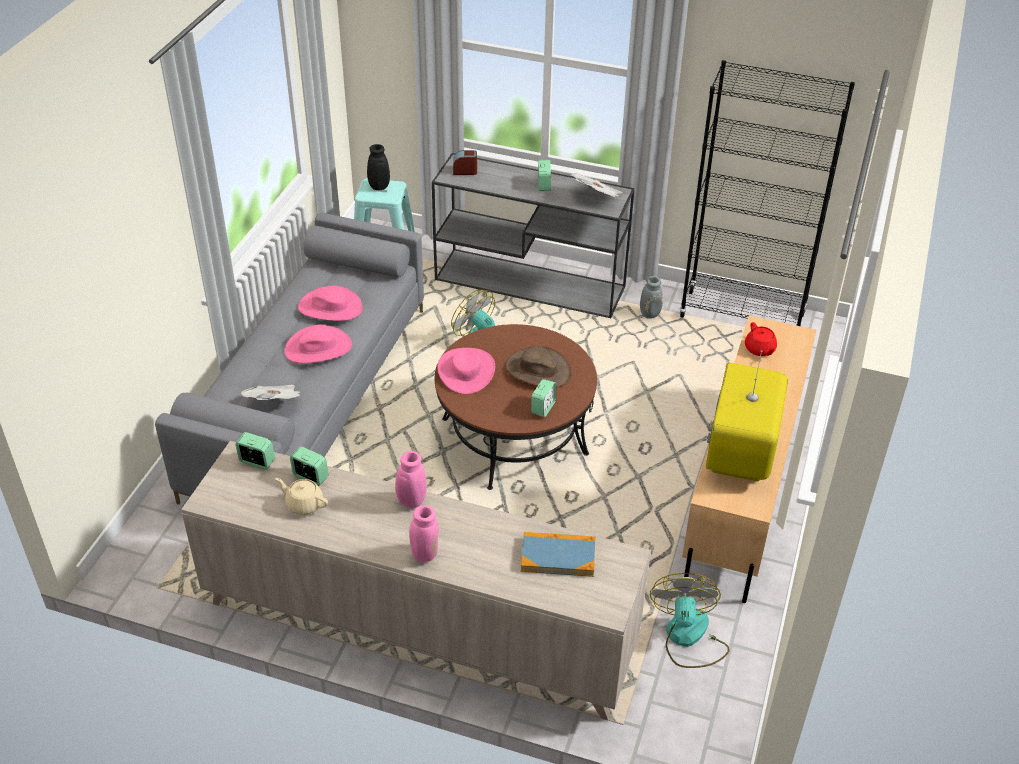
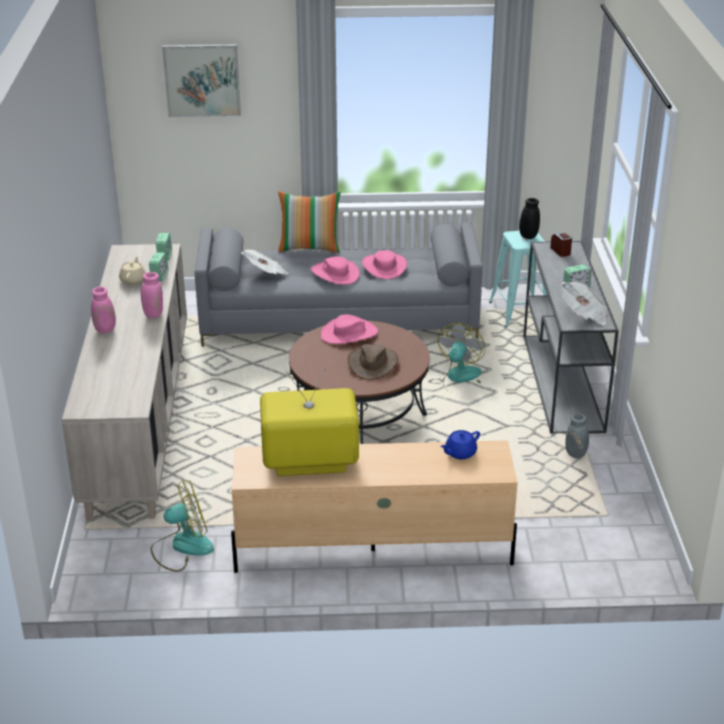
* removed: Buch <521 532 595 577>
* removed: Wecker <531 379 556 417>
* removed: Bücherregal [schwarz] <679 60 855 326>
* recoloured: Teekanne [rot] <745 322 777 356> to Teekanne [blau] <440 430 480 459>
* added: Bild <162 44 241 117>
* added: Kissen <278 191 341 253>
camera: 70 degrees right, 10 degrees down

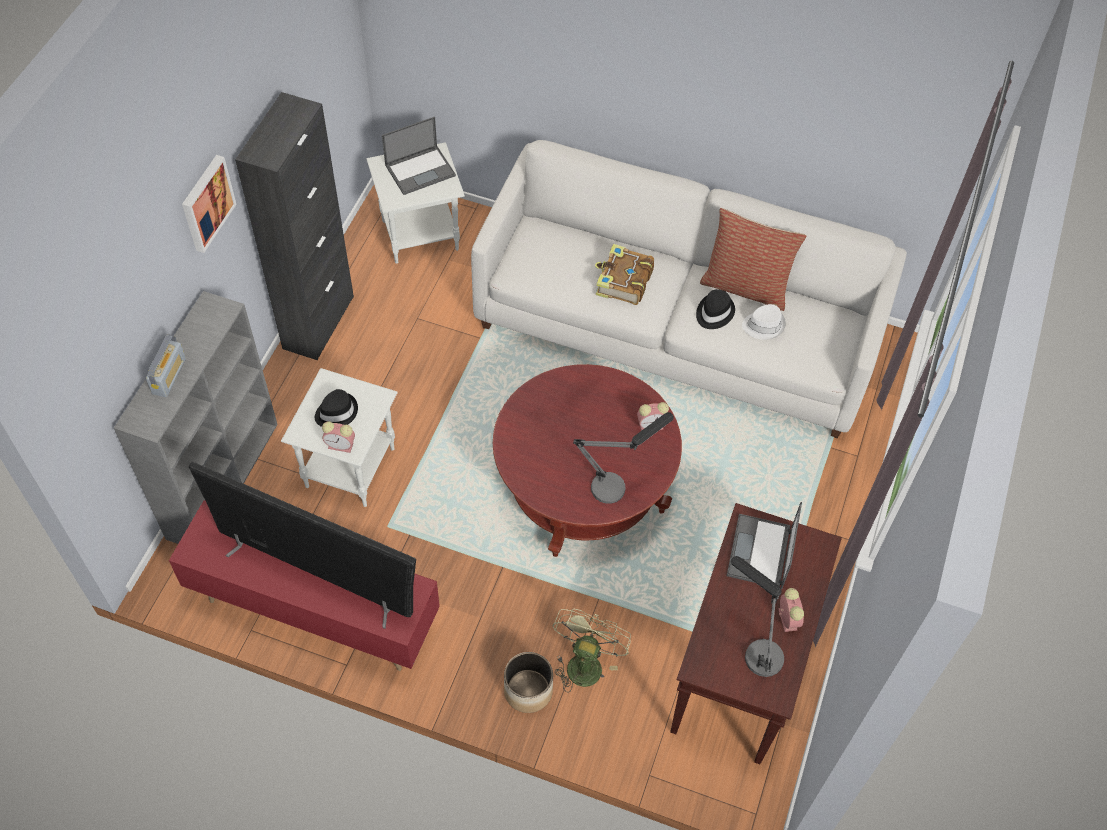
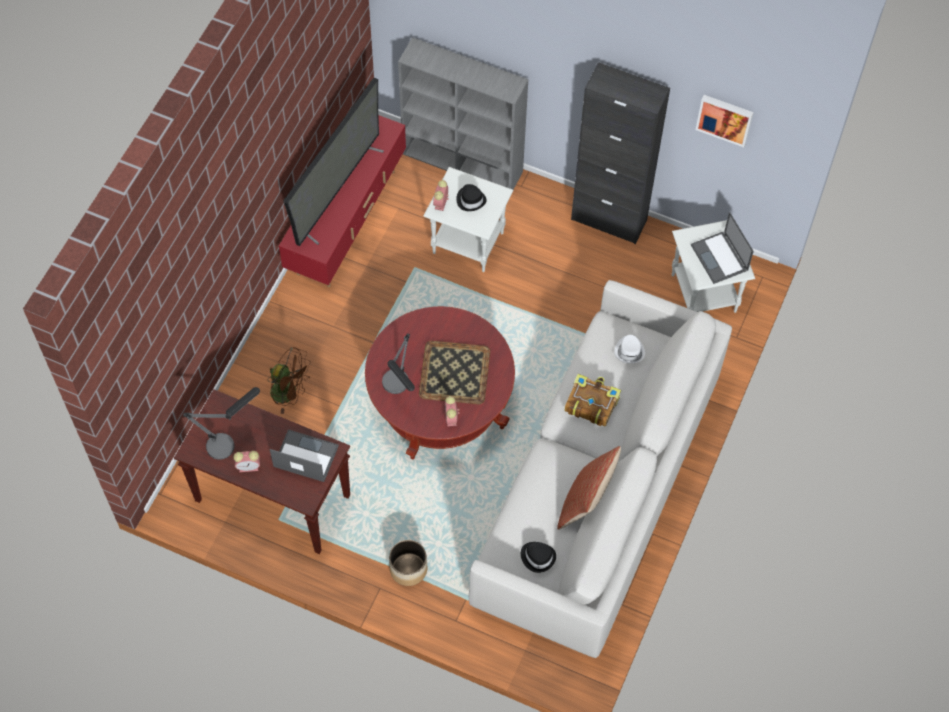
* removed: Radio <146 334 186 397>
* moved: Bild <182 155 237 253> to <696 95 754 147>
* moved: Pflanzkübel <504 652 553 713> to <389 540 427 586>
* recoloured: Ventilator [grün] <553 609 631 693> to Ventilator [braun] <267 347 311 414>
* moved: Hut [schwarz] <696 289 735 329> to <521 542 556 573>
* moved: Hut [weiß] <742 304 786 340> to <614 335 645 364>
* added: Tablett <419 341 490 404>
camera: 95 degrees right, 5 degrees up

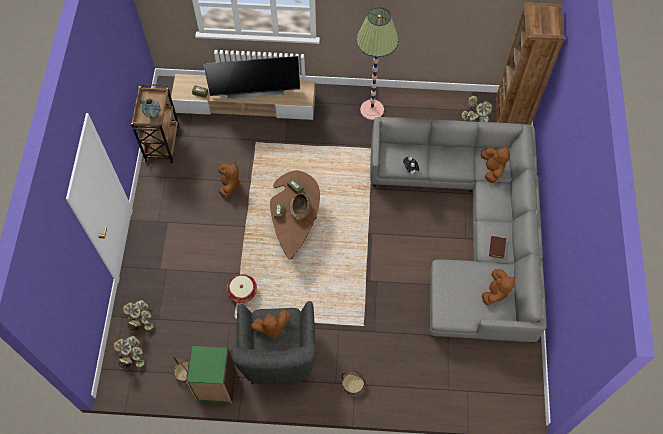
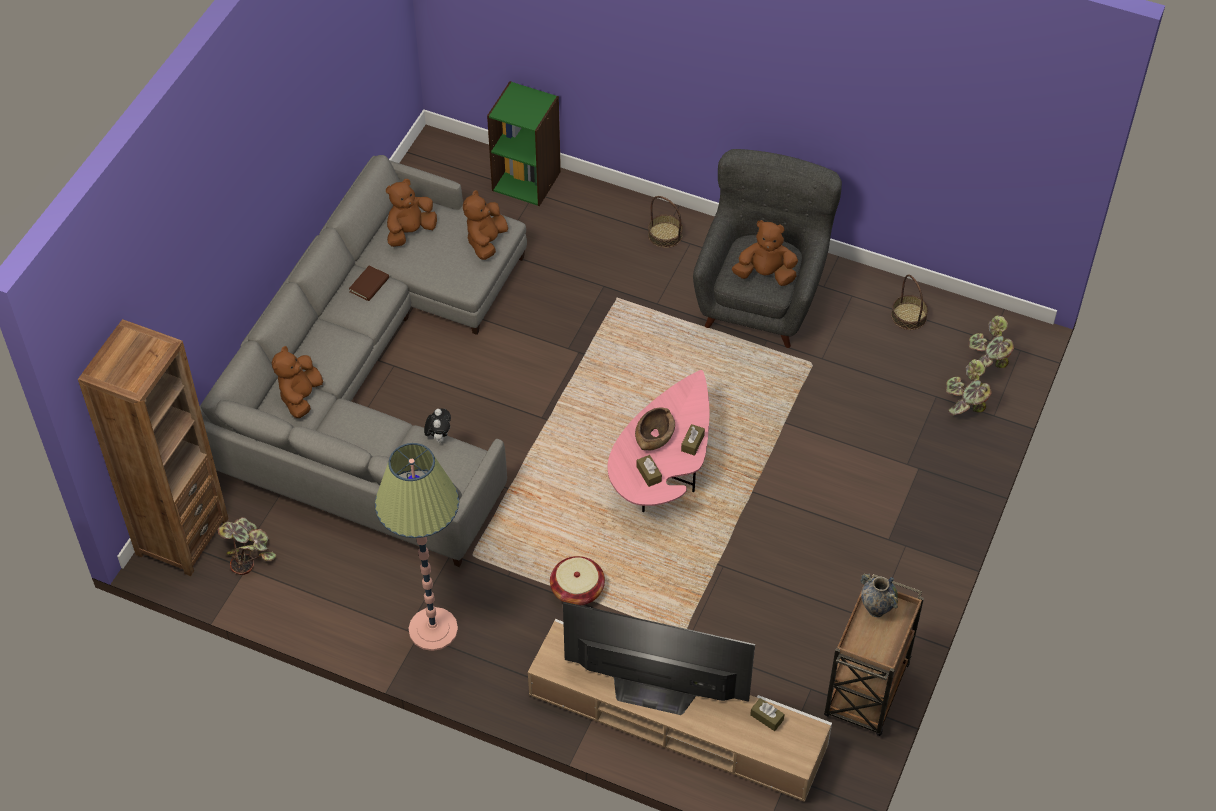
* moved: Bücherregal [grün] <186 346 236 404> to <487 81 561 206>
* moved: Plüschtier [braun] <218 162 240 198> to <463 190 508 260>
* moved: Korb <227 274 257 303> to <550 556 605 605>
* recoloured: Couchtisch [braun] <270 171 320 260> to Couchtisch [rosa] <608 370 709 512>
camera: 160 degrees left, 10 degrees down

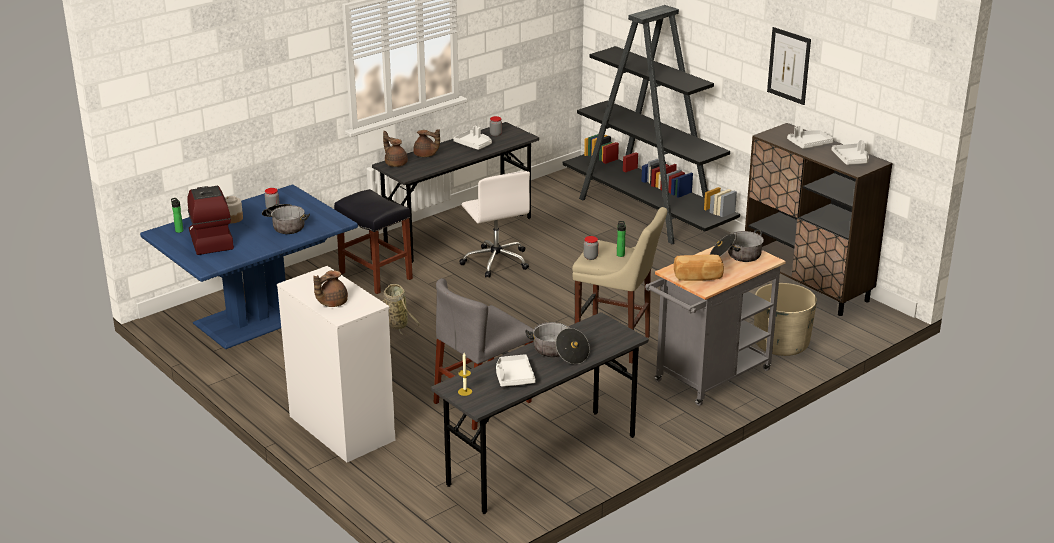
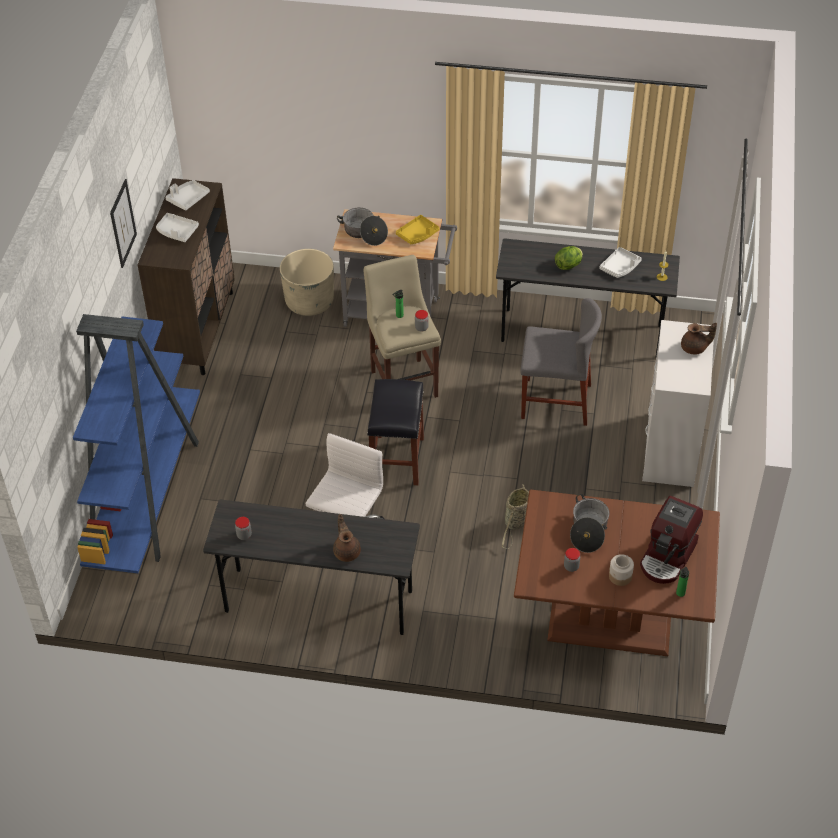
* recoloured: Esstisch [blau] <140 185 358 349> to Esstisch [braun] <514 490 720 656>
* moved: Hocker [schwarz] <334 189 413 294> to <367 379 424 485>
* removed: Teekanne [braun] <383 131 408 167>
* removed: Tablett [weiß] <453 126 492 150>
* replaced: Kochtopf <525 322 590 364> to Salatkopf <555 246 583 270>
* recoloured: Bücherregal [schwarz] <562 5 740 245> to Bücherregal [blau] <73 314 200 573>
* replaced: Brot <674 255 724 281> to Tablett [gelb] <396 215 439 244>
camera: 130 degrees left, 20 degrees up

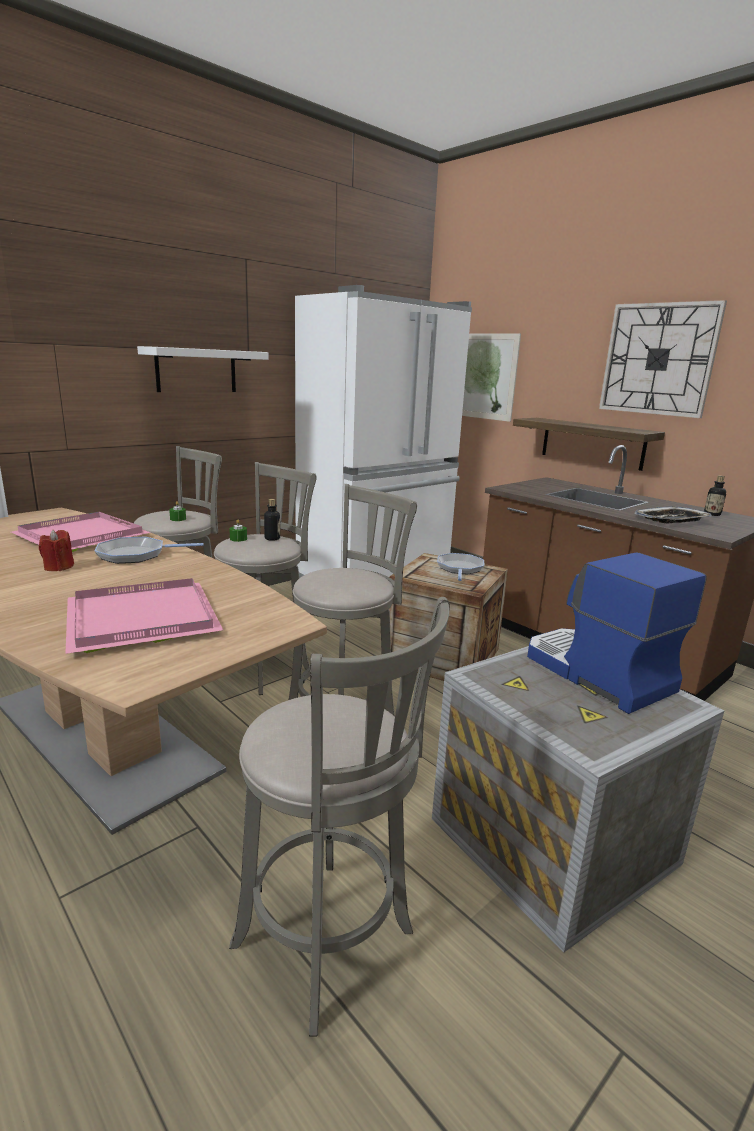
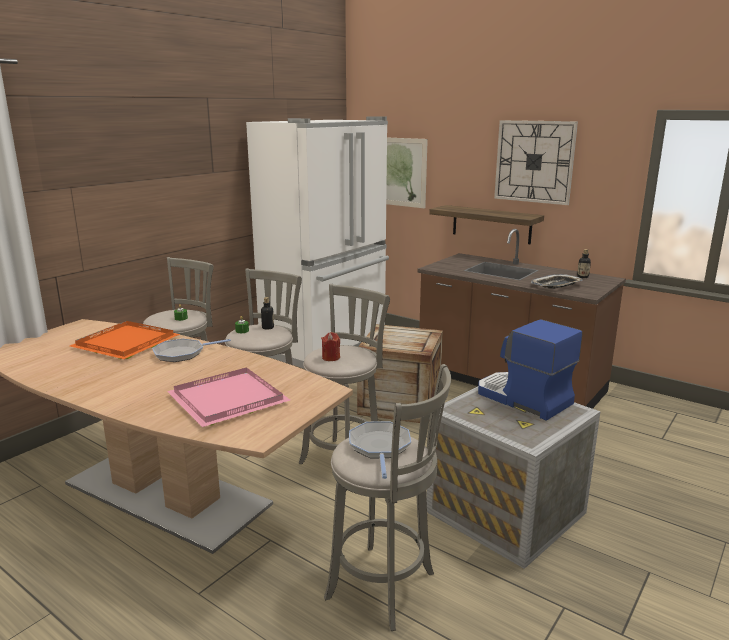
* recoloured: Tablett [rosa] <11 512 151 552> to Tablett [orange] <70 321 180 359>
* moved: Kerze [rot] <39 530 74 571> to <321 332 340 361>
* removed: Wandregal [weiß] <137 346 269 392>
* moved: Pfanne <437 553 484 581> to <349 421 411 479>
camera: 10 degrees left, 0 degrees up

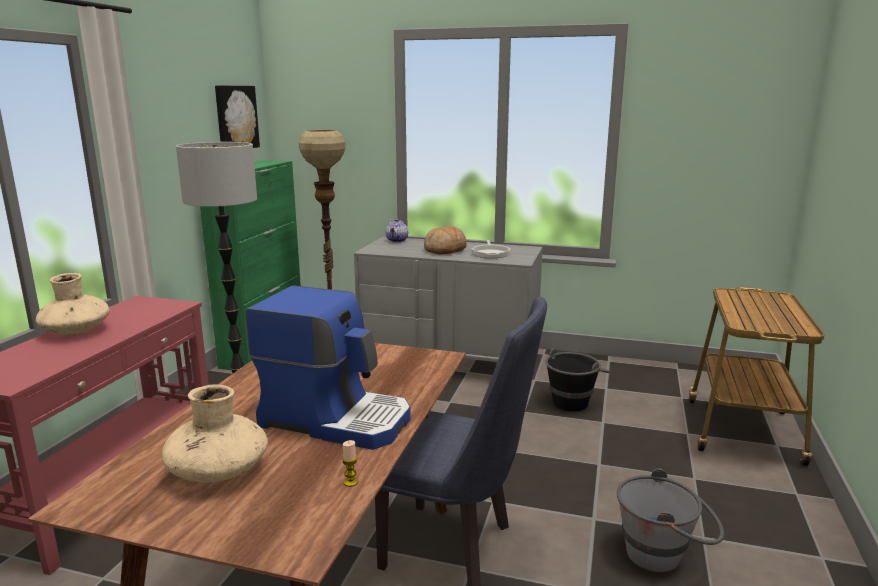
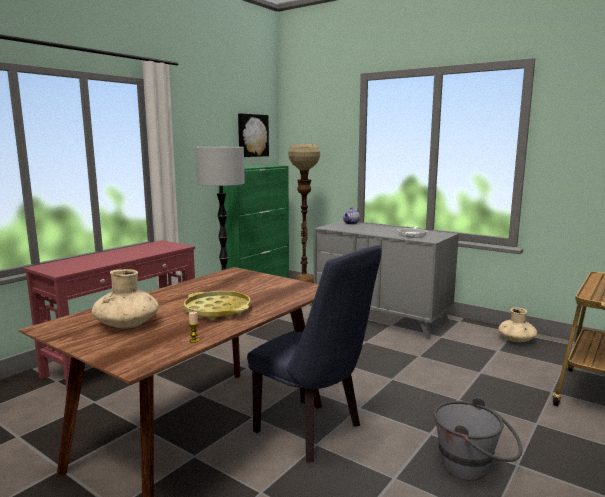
* moved: Vase [beige] <36 273 110 336> to <498 308 537 342>
* replaced: Kaffeemaschine <246 286 411 450> to Tablett [gelb] <184 291 251 320>
* removed: Brot <424 226 467 255>
* removed: Eimer [schwarz] <545 349 610 411>
camera: 20 degrees right, 5 degrees down

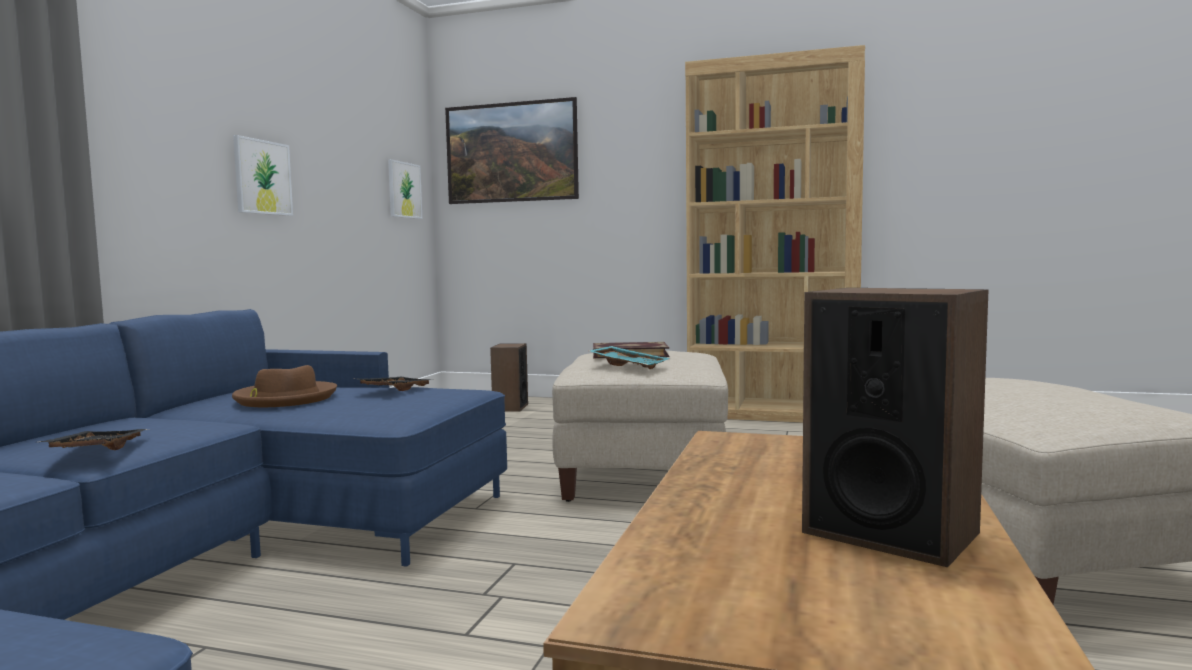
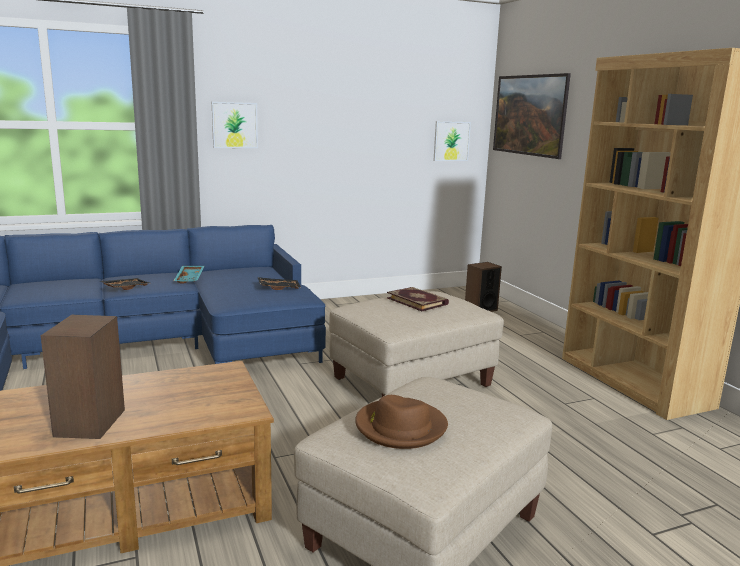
* moved: Hut [braun] <232 365 337 407> to <355 395 448 449>
* moved: Bild <233 135 293 216> to <212 102 258 148>
* moved: Tablett [türkis] <589 346 670 369> to <174 266 204 284>
camera: 50 degrees right, 10 degrees up

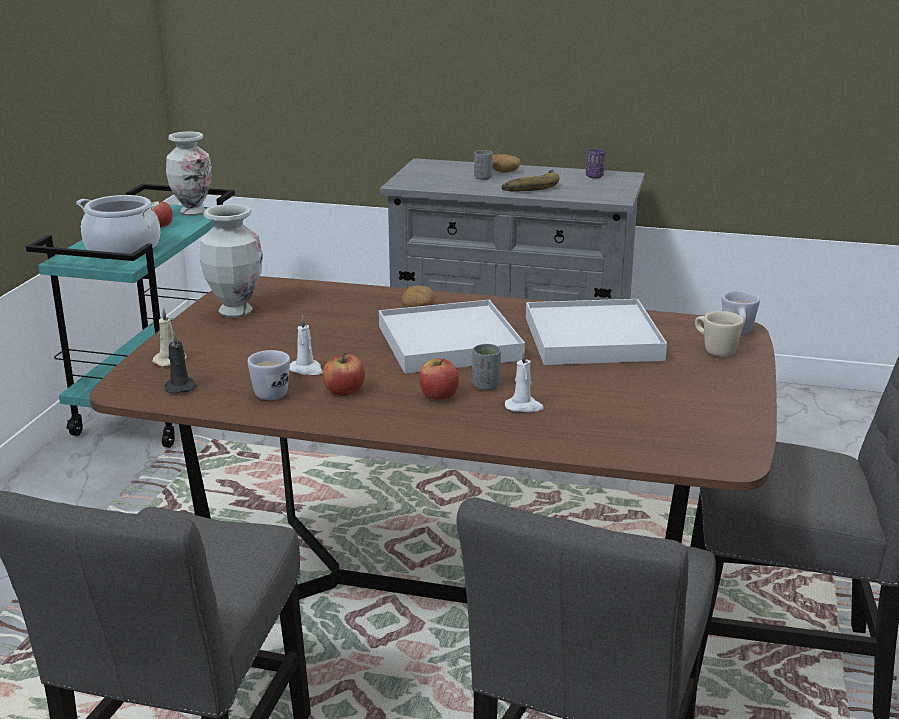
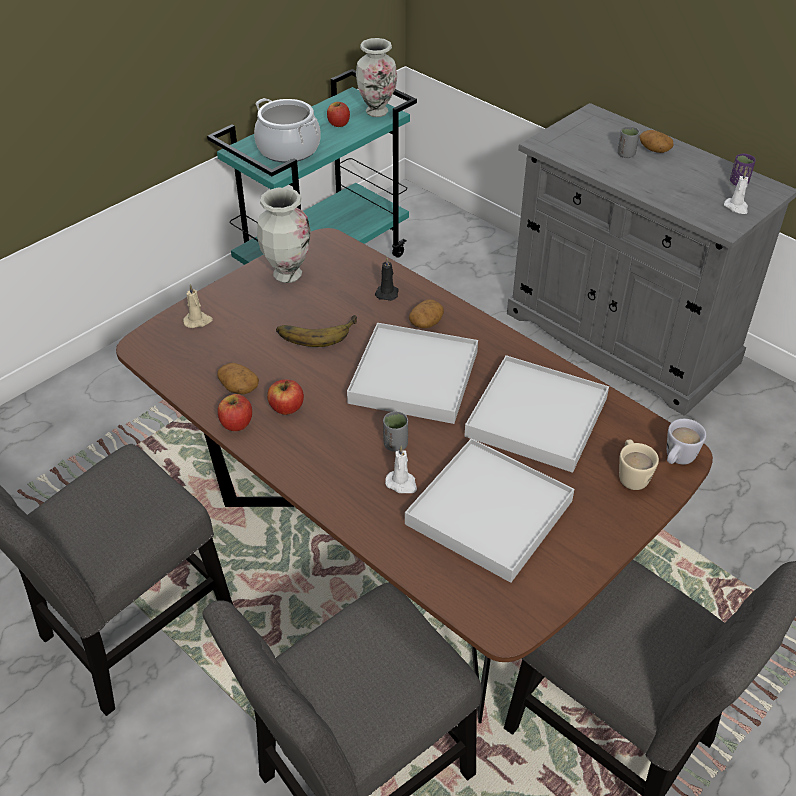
* moved: Kerze [schwarz] <165 332 197 394> to <375 257 399 301>
* replaced: Henkelbecher [weiß] <247 350 290 400> to Kartoffel <217 363 259 394>
* moved: Kerze [weiß] <290 316 323 375> to <724 170 748 214>
* moved: Apfel <419 358 459 400> to <218 394 252 431>
* moved: Banane <502 170 559 192> to <276 315 357 347>
* added: Tablett [weiß] <405 438 574 583>
camera: 30 degrees right, 20 degrees up

